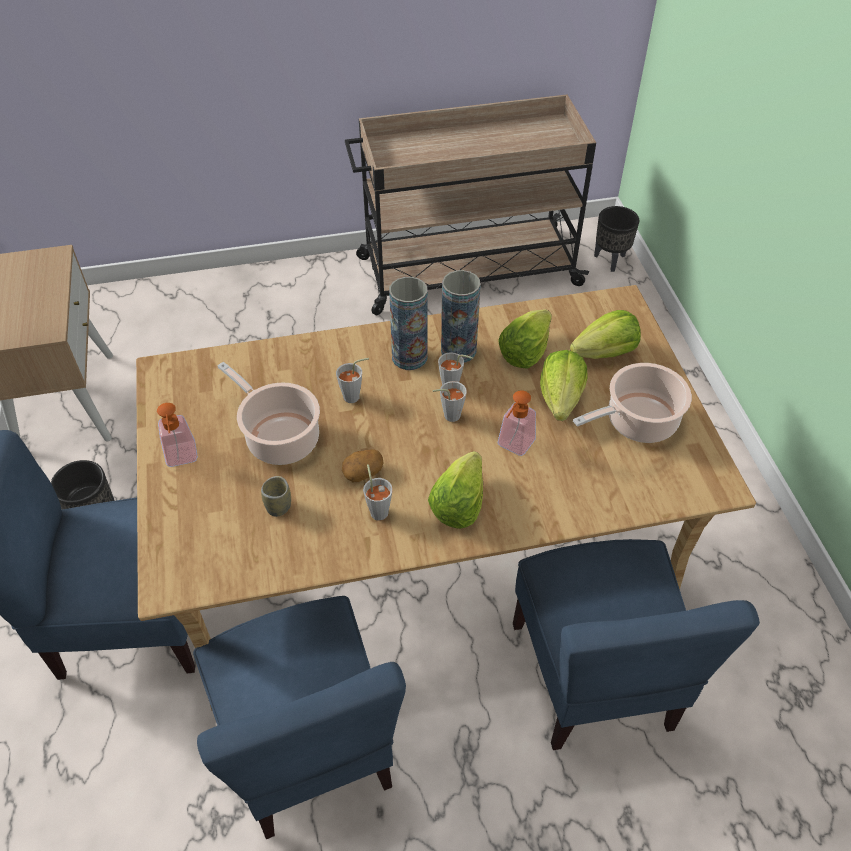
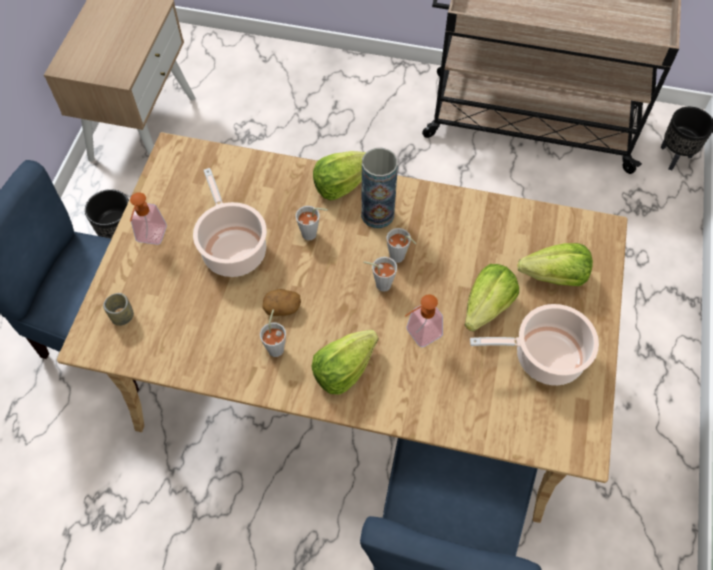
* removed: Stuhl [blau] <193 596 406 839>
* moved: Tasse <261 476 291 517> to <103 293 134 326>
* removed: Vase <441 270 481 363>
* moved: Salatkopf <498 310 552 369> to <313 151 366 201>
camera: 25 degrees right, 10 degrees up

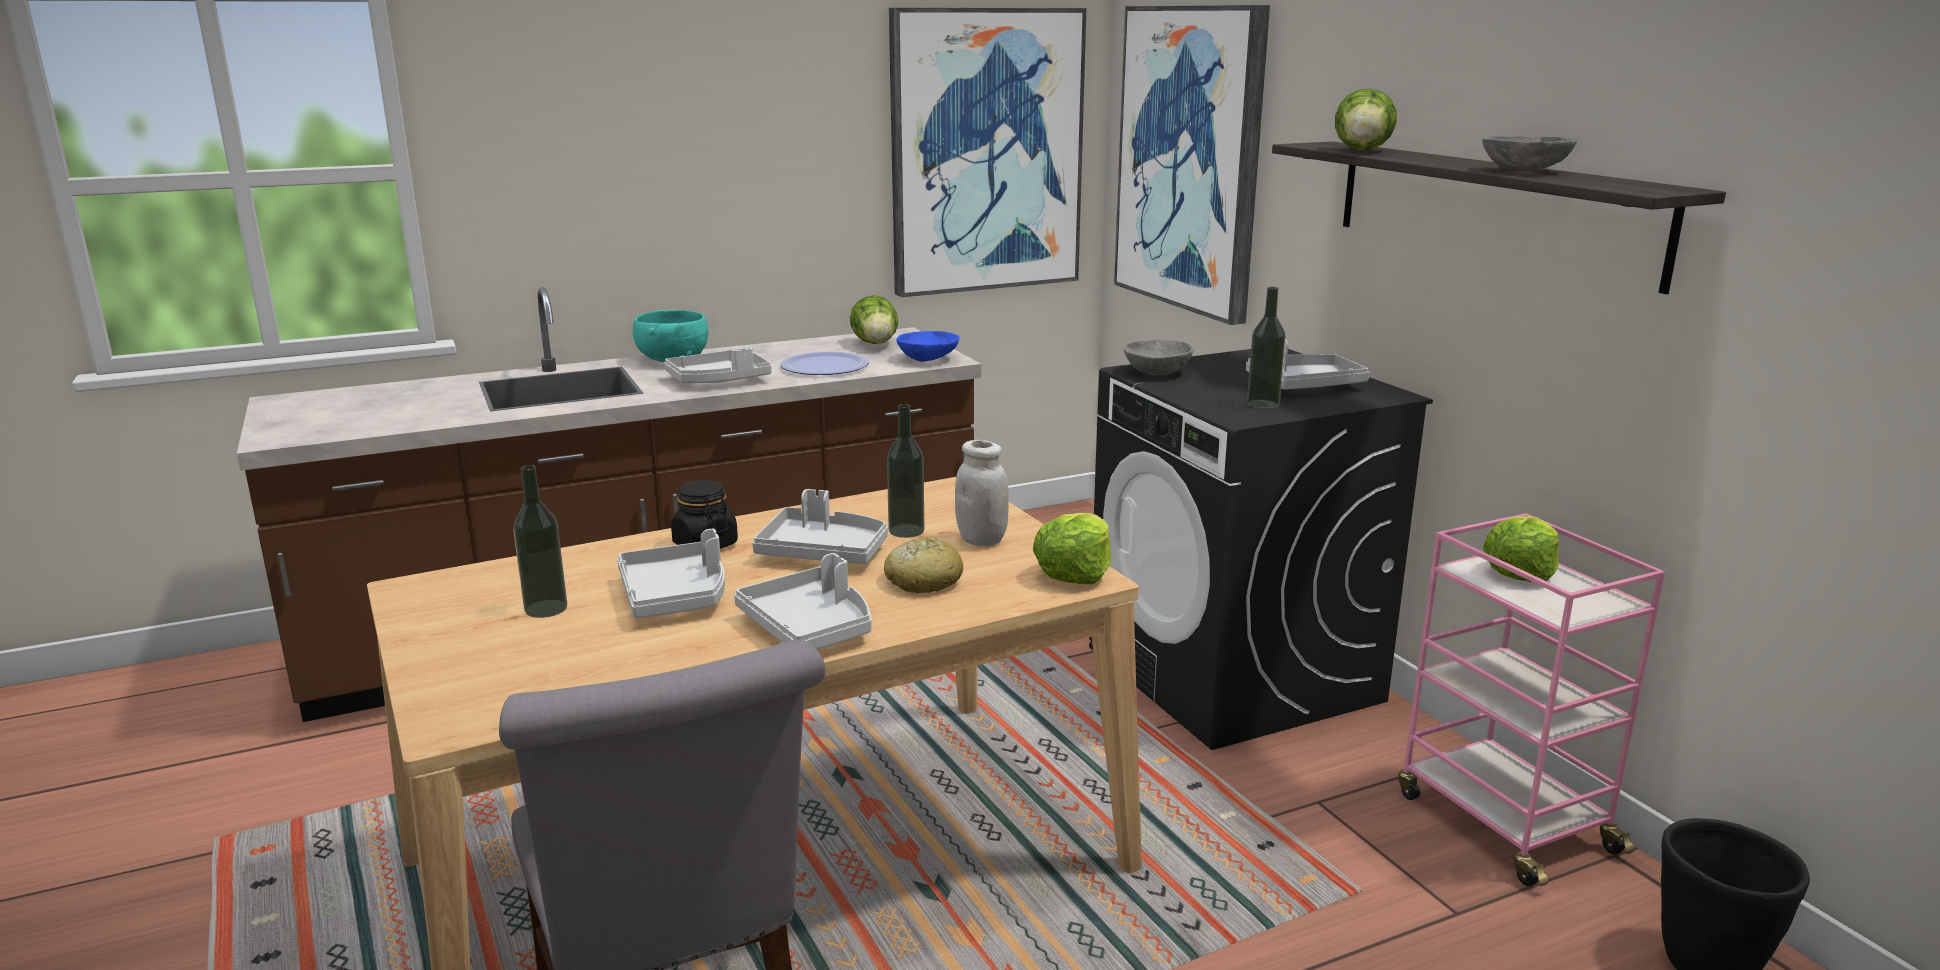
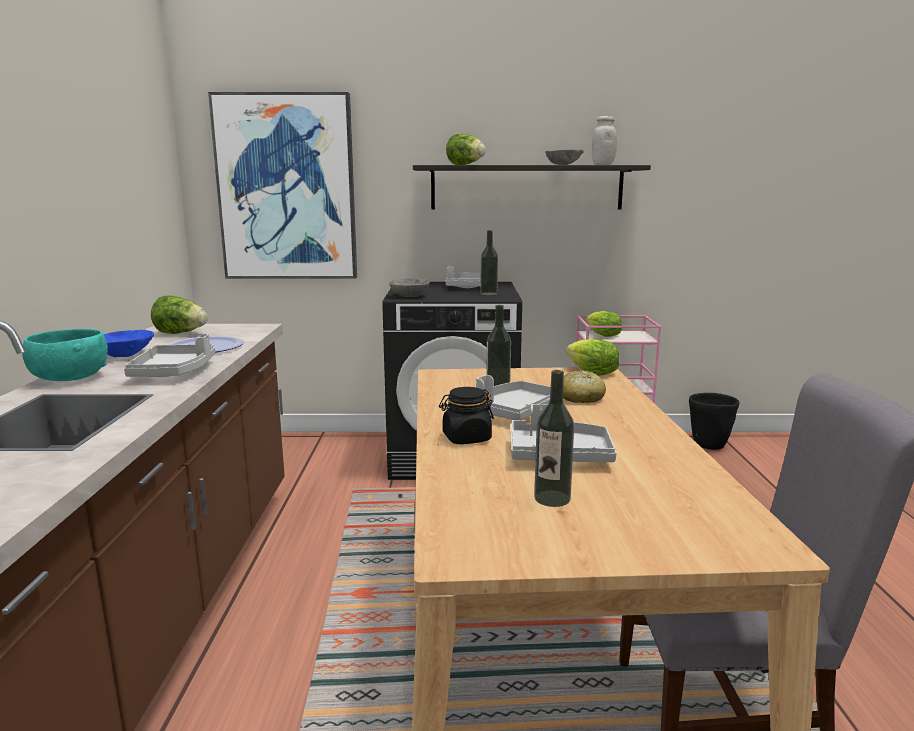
* removed: Tablett [grau] <734 553 872 649>
* removed: Bild <889 8 1086 297>
* moved: Schüssel [blau] <896 331 959 362> to <104 330 154 357>
* moved: Vorratsglas [weiß] <955 440 1009 546> to <592 116 617 165>
camera: 65 degrees left, 5 degrees down

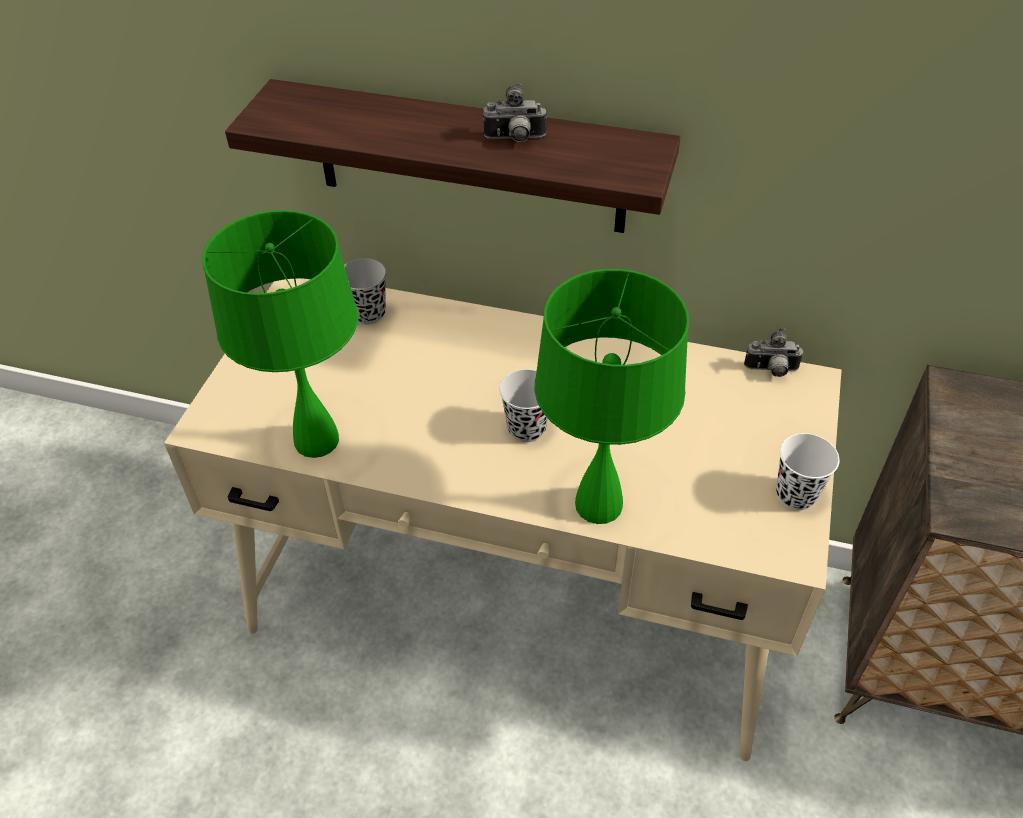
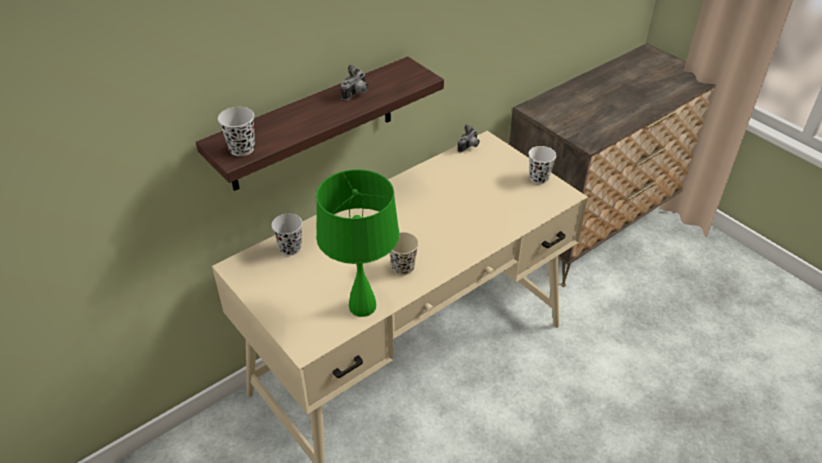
* moved: Tasse [schwarz] <499 369 548 442> to <218 107 255 156>
* removed: Tischlampe [grün] <535 269 689 524>
* added: Tasse [beige] <389 232 419 275>
camera: 55 degrees left, 5 degrees down

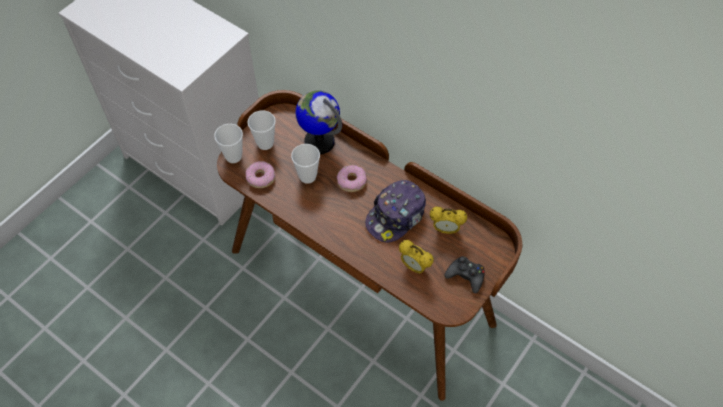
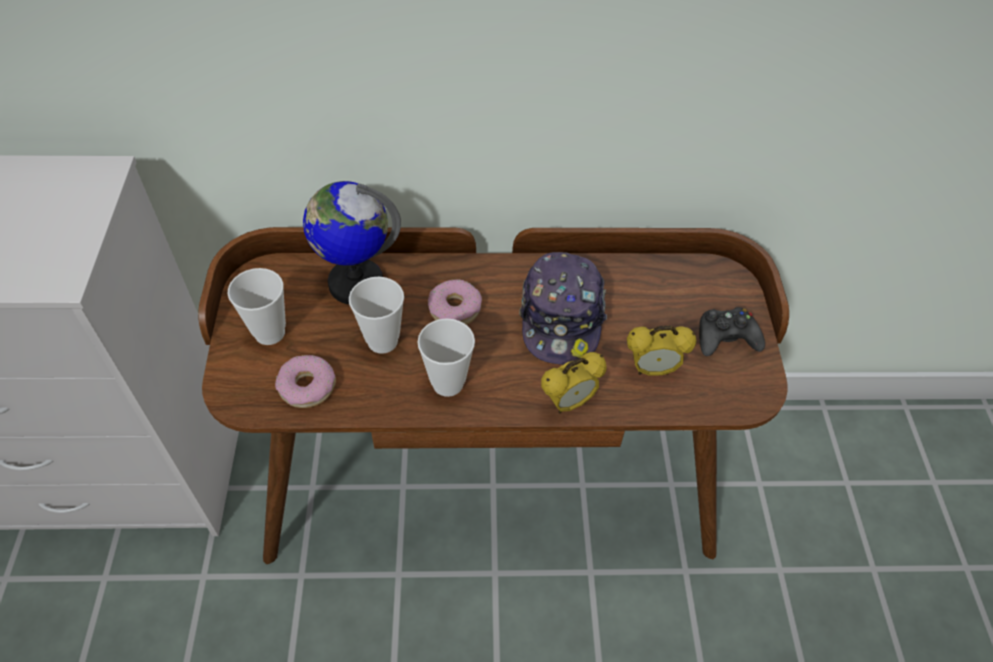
* moved: Tasse <214 124 243 163> to <418 318 475 397>
* moved: Wecker <430 207 467 234> to <541 352 607 413>
camera: 40 degrees left, 5 degrees down

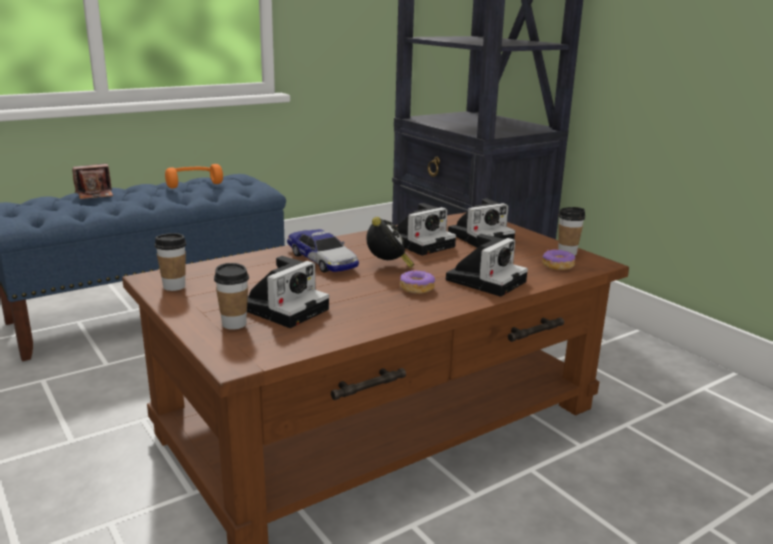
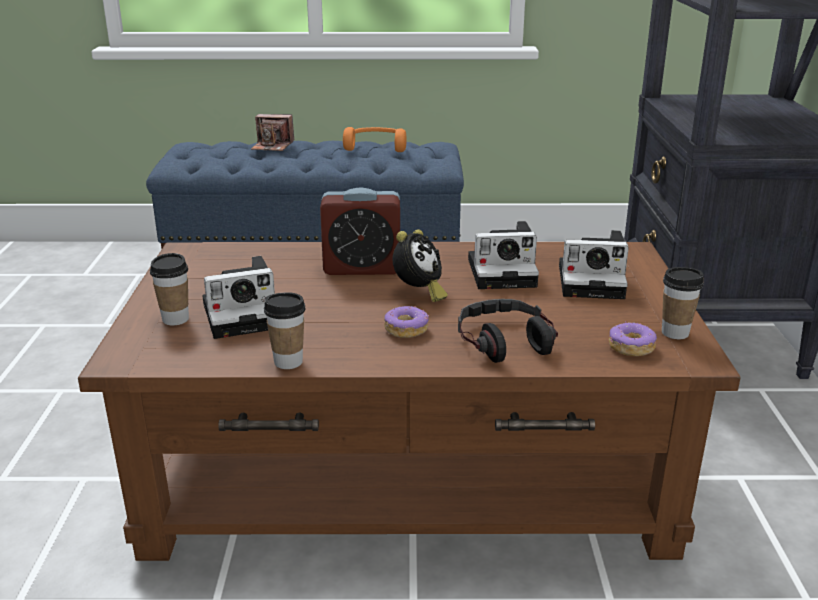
* moved: Tasse <155 233 186 291> to <264 292 305 369>
* replaced: Spielzeugauto <287 229 359 273> to Wecker <320 187 400 275>
* replaced: Kamera <446 234 528 297> to Kopfhörer <458 299 558 363>
camera: 35 degrees right, 5 degrees up

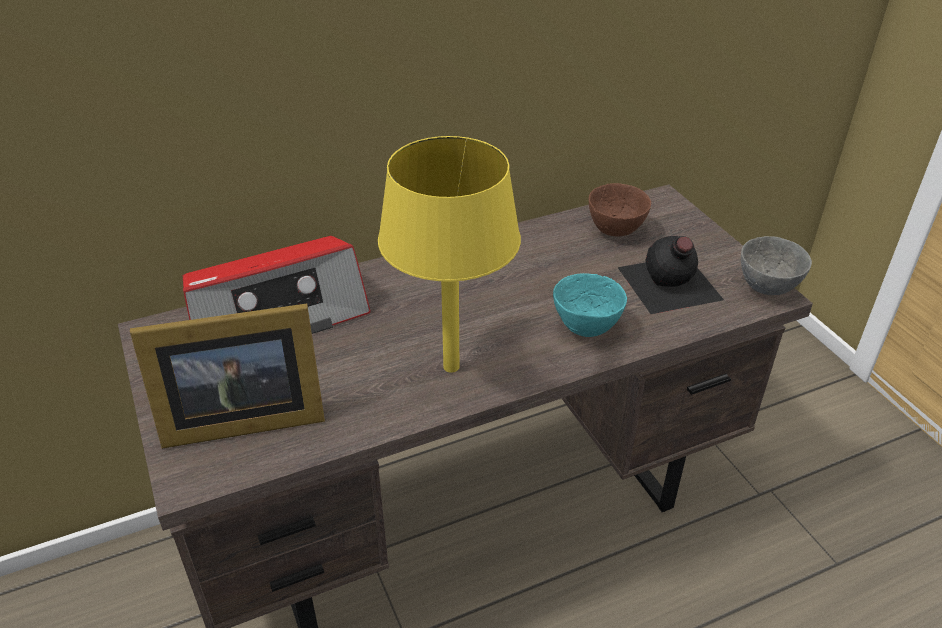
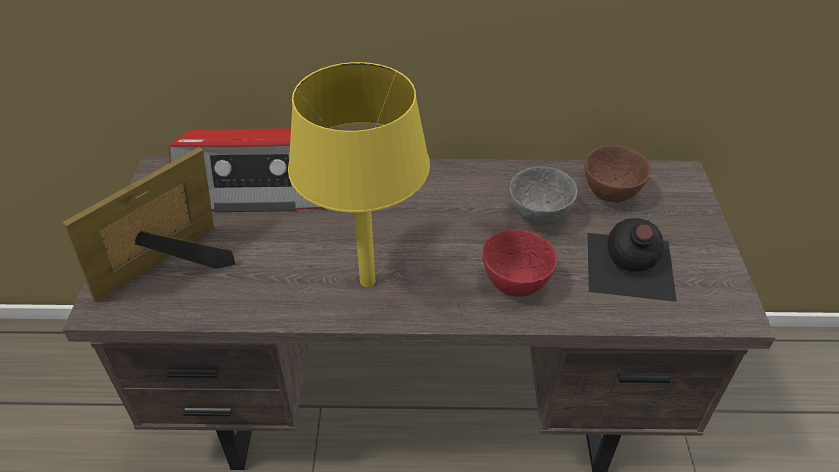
* turned: Bilderrahmen <130 303 325 449> = <63 147 236 302> 120 degrees clockwise
* recoloured: Schüssel [türkis] <553 273 627 337> to Schüssel [rot] <482 229 557 297>
* moved: Schüssel [grau] <741 236 812 295> to <510 167 578 226>
camera: 25 degrees right, 5 degrees up

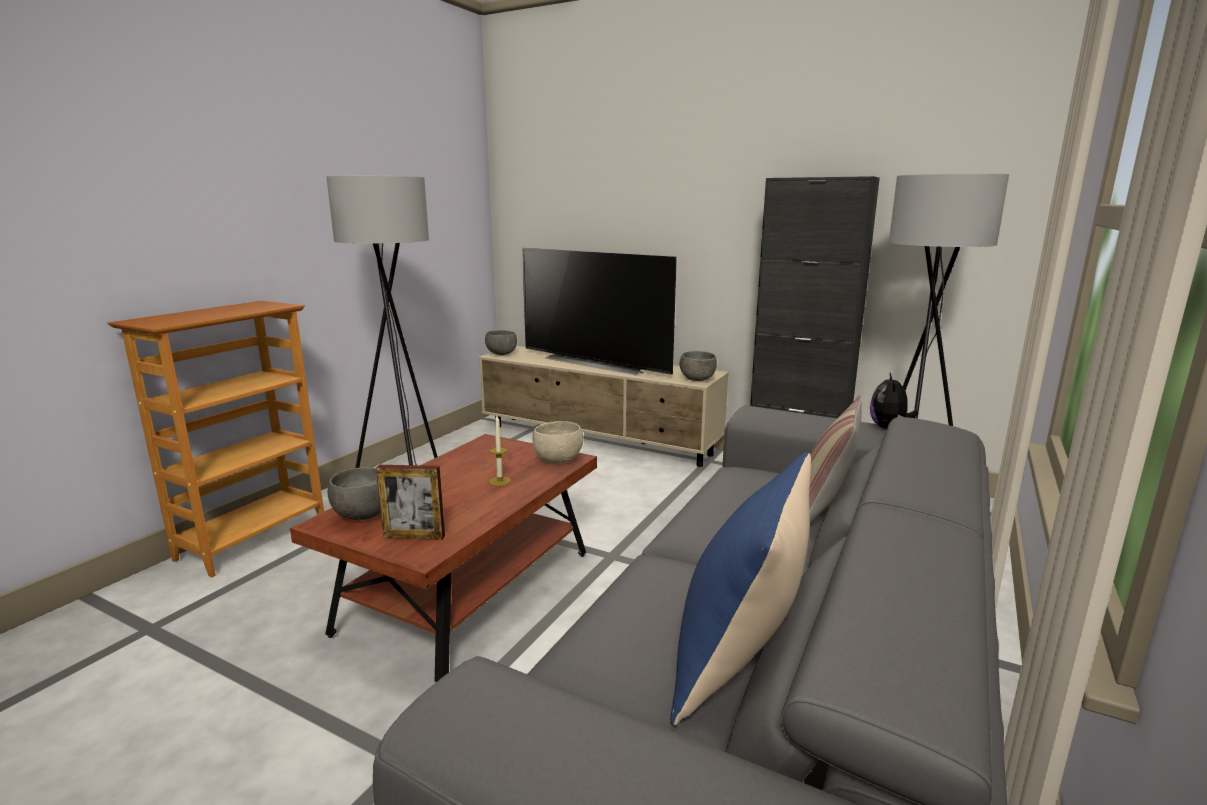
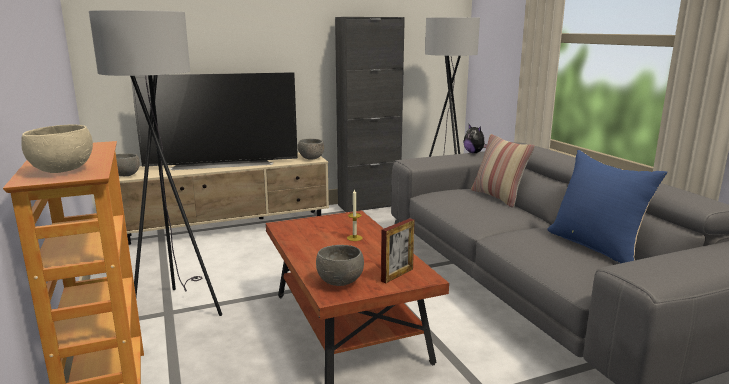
* moved: Schüssel [beige] <533 421 584 463> to <21 124 93 173>
camera: 50 degrees left, 0 degrees up

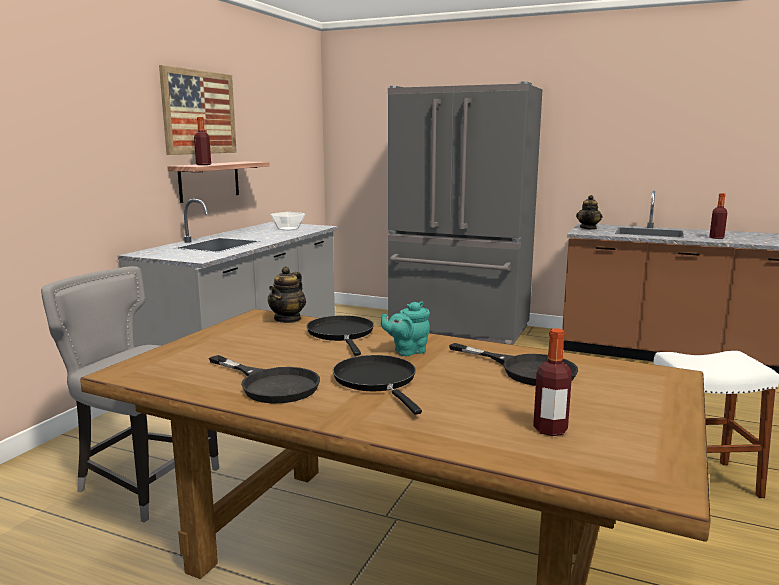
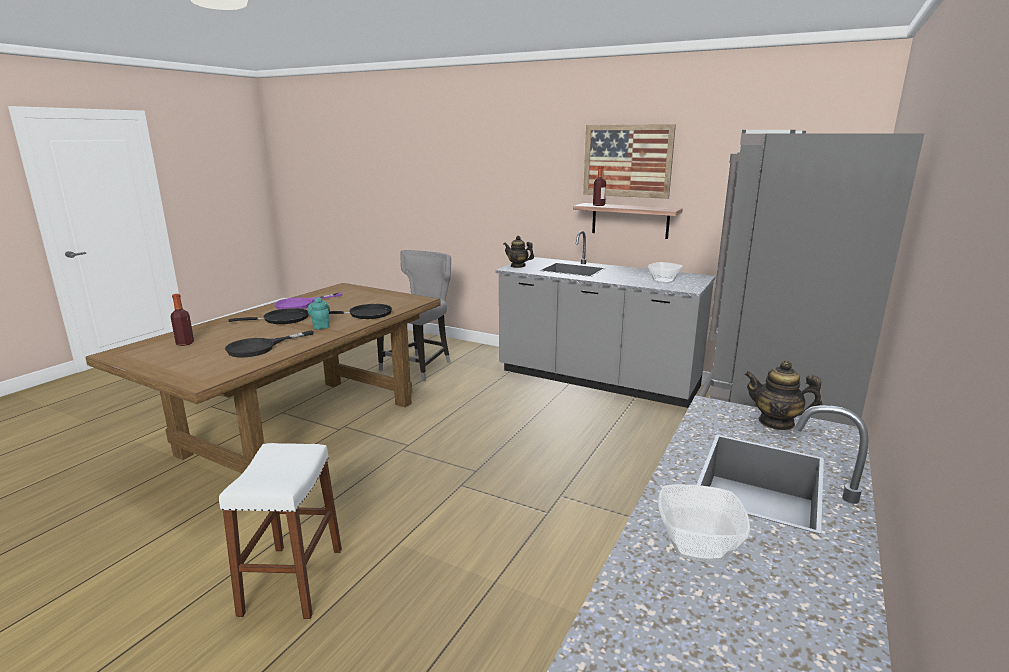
* recoloured: Pfanne [schwarz] <209 355 320 404> to Pfanne [lila] <274 293 342 310>
* moved: Teekanne <268 266 306 323> to <504 236 534 268>
* replaced: Flasche <709 193 727 239> to Schüssel <658 484 750 562>
camera: 95 degrees right, 5 degrees up

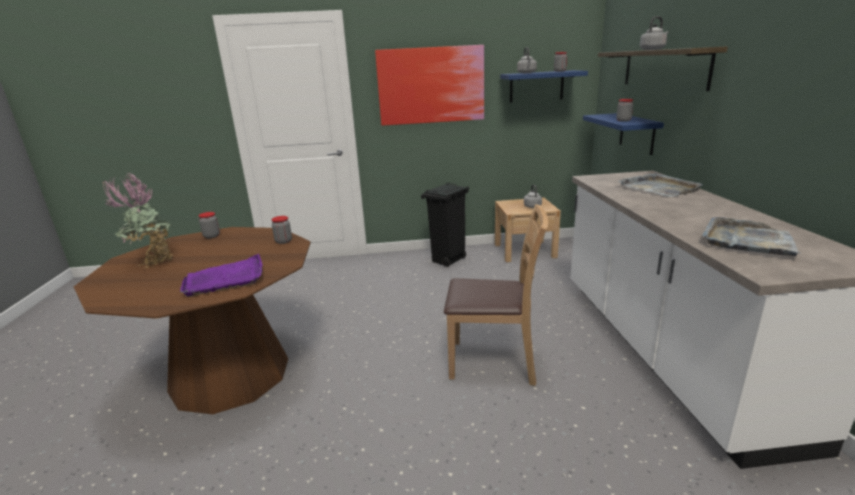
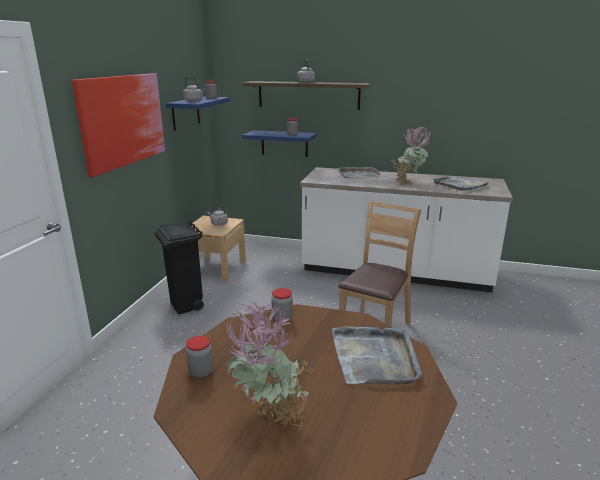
* recoloured: Tablett [lila] <180 254 262 297> to Tablett [grau] <332 326 422 385>
* added: Topfpflanze <391 127 431 185>
camera: 70 degrees left, 0 degrees up

